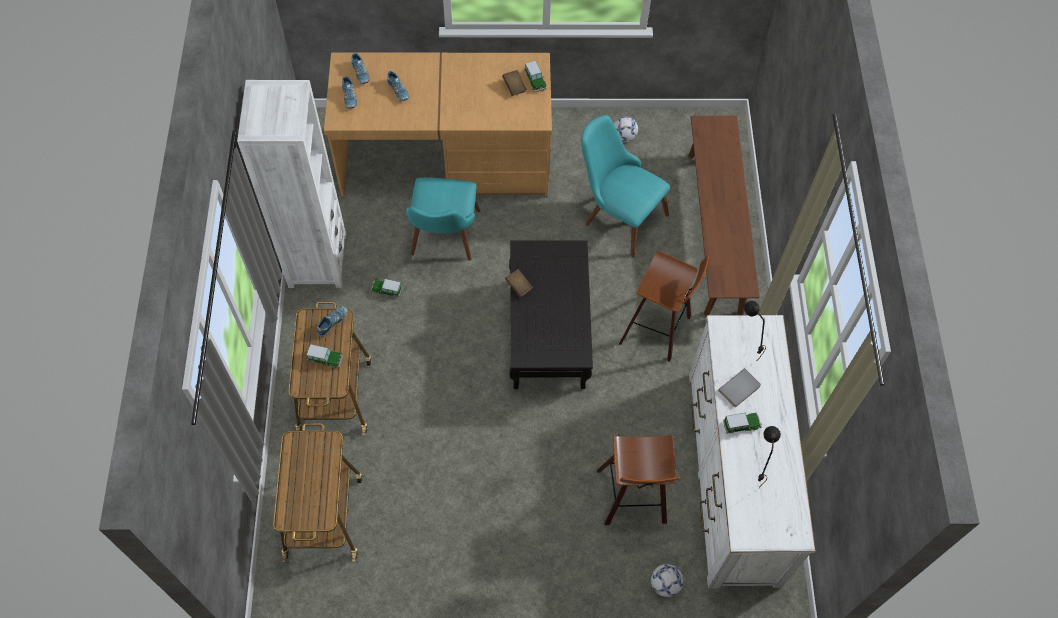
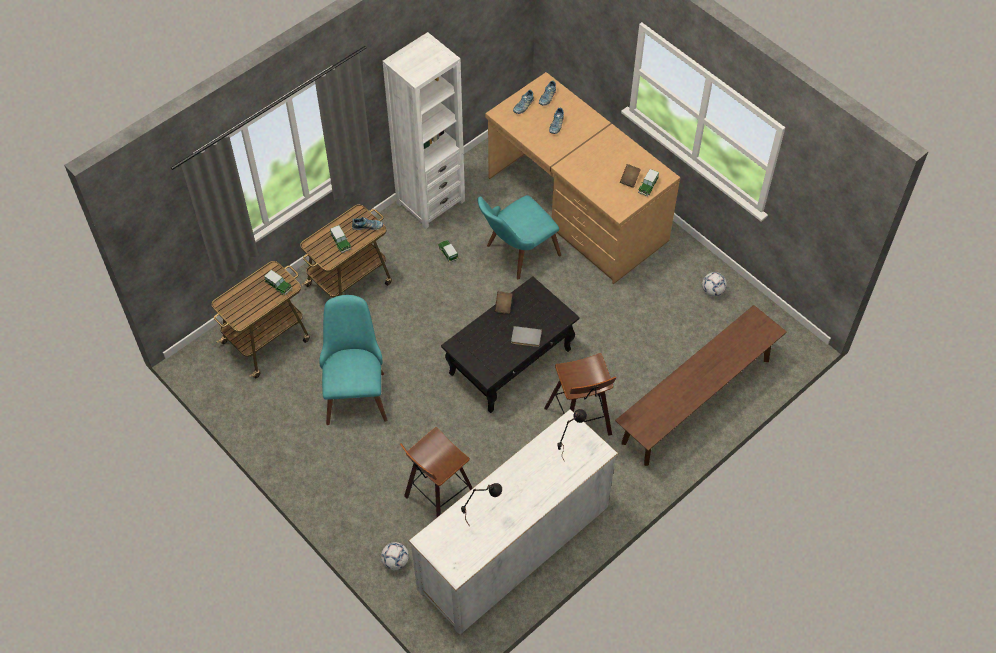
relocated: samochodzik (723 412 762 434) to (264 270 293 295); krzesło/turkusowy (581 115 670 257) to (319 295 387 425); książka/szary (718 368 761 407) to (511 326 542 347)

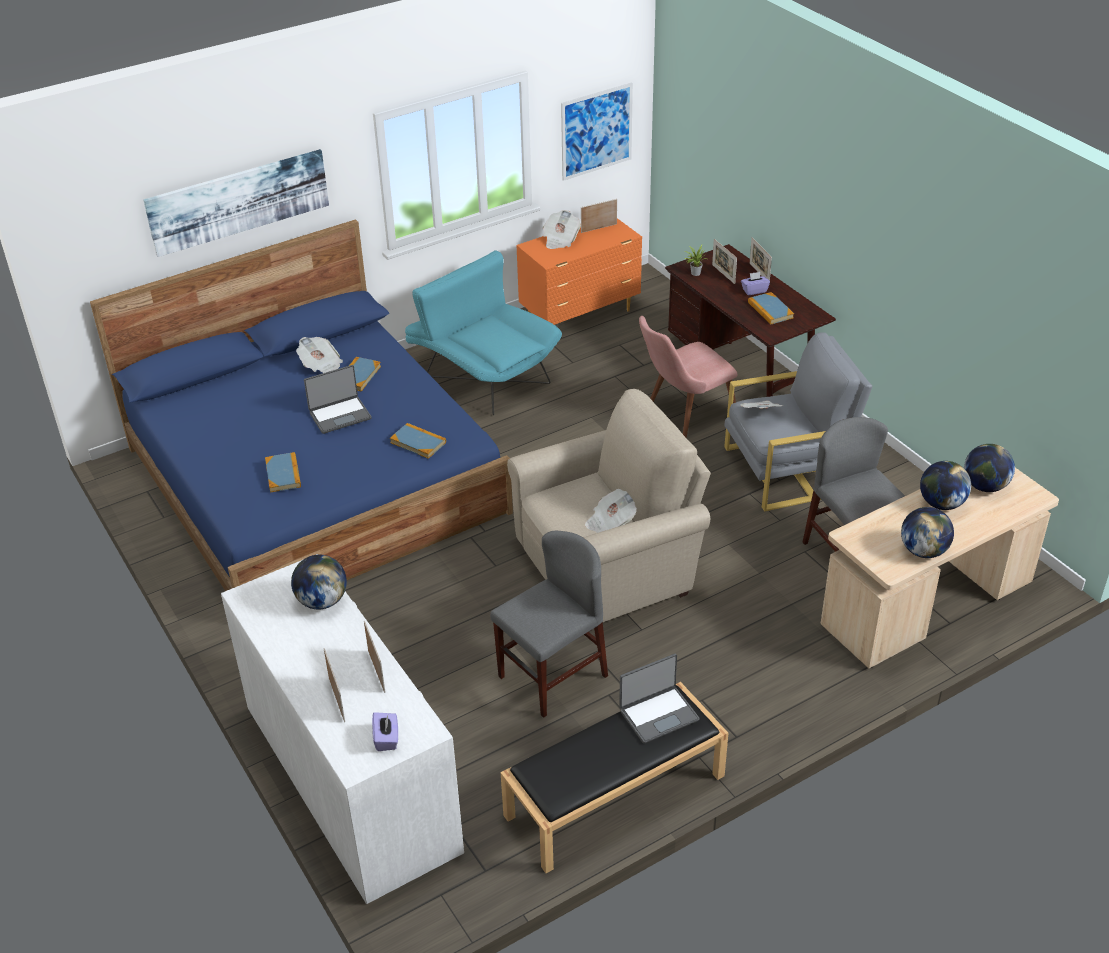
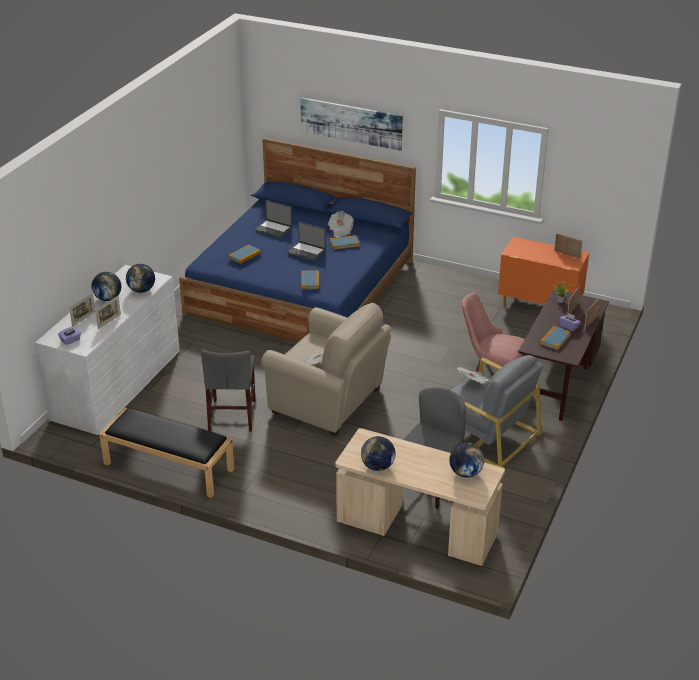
missing: fotel/turkusowy (405 250 562 415); gazeta (543 210 581 249); obraz (561 82 633 181)
relocated: globus (920 461 971 510) to (92 272 121 301); laptop (619 654 700 744) to (255 200 292 238)
spun: krzesło/szary (490 531 608 718) = (201 350 255 432) 75 degrees clockwise

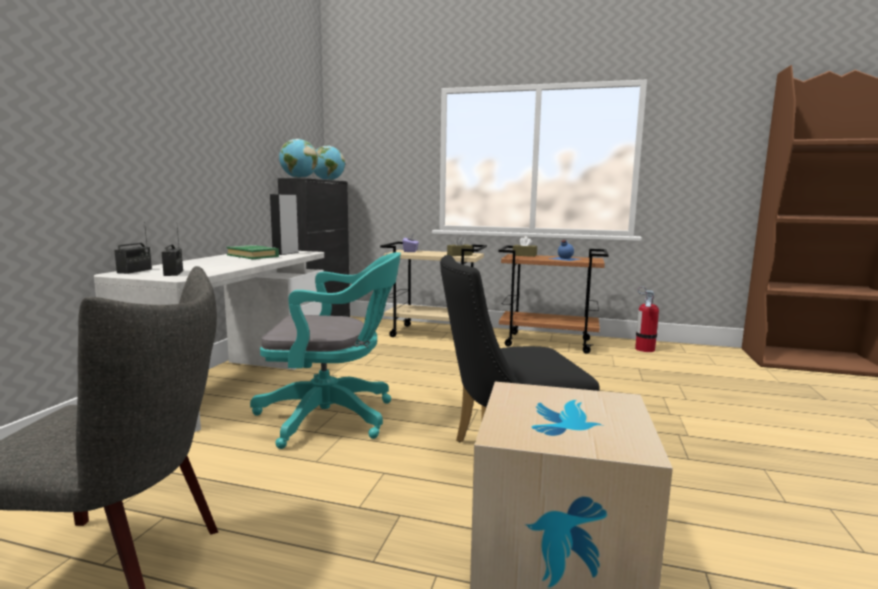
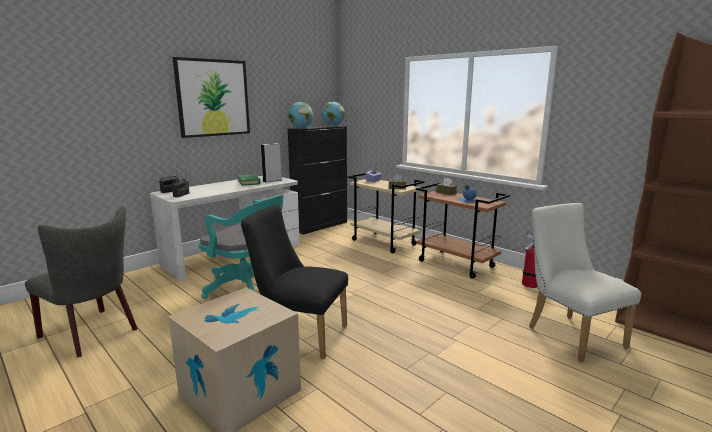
appeared: obraz (173 57 250 138); krzesło/biały (529 203 641 363)

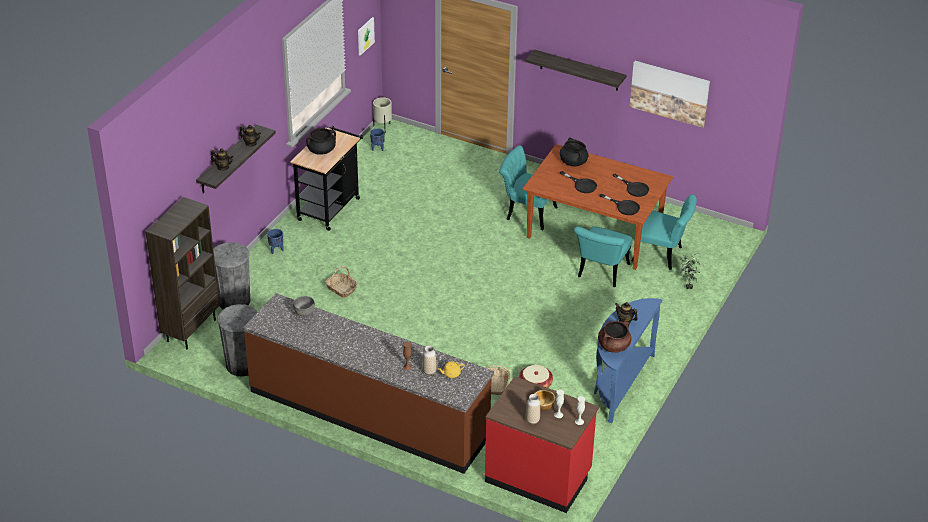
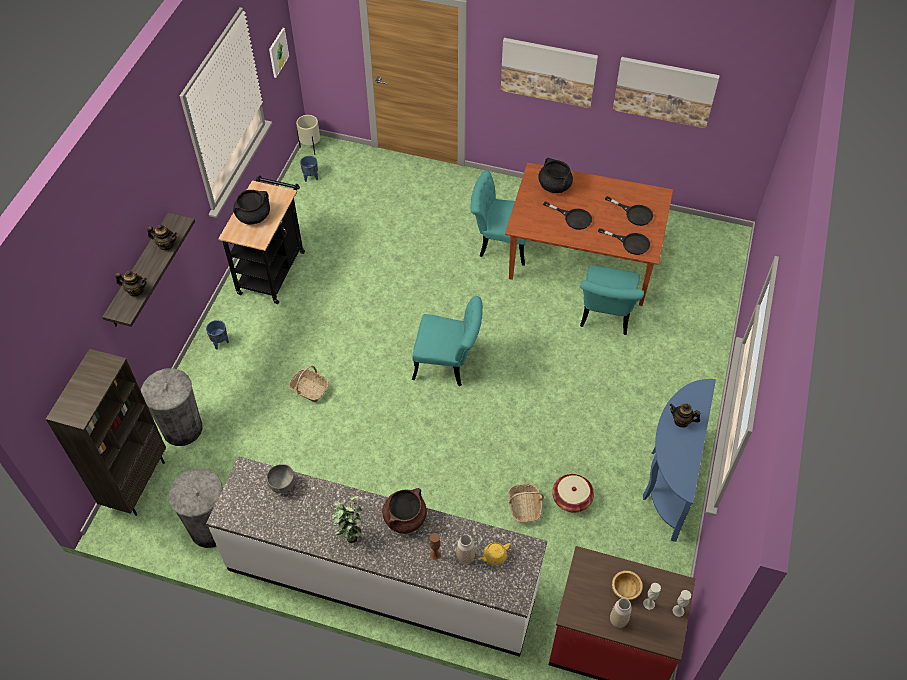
relocated: roślina doniczkowa (680 253 700 289) to (331 496 364 543); garnek/brązowy (598 321 631 353) to (382 488 427 534); krzesło/turkusowy (632 194 697 270) to (412 296 483 386)
exchanged: półka (526 50 626 91) to obraz (501 38 598 108)
colour: zabudowa kuchenna/brązowy (243 293 494 474) to zabudowa kuchenna/biały (206 457 547 657)

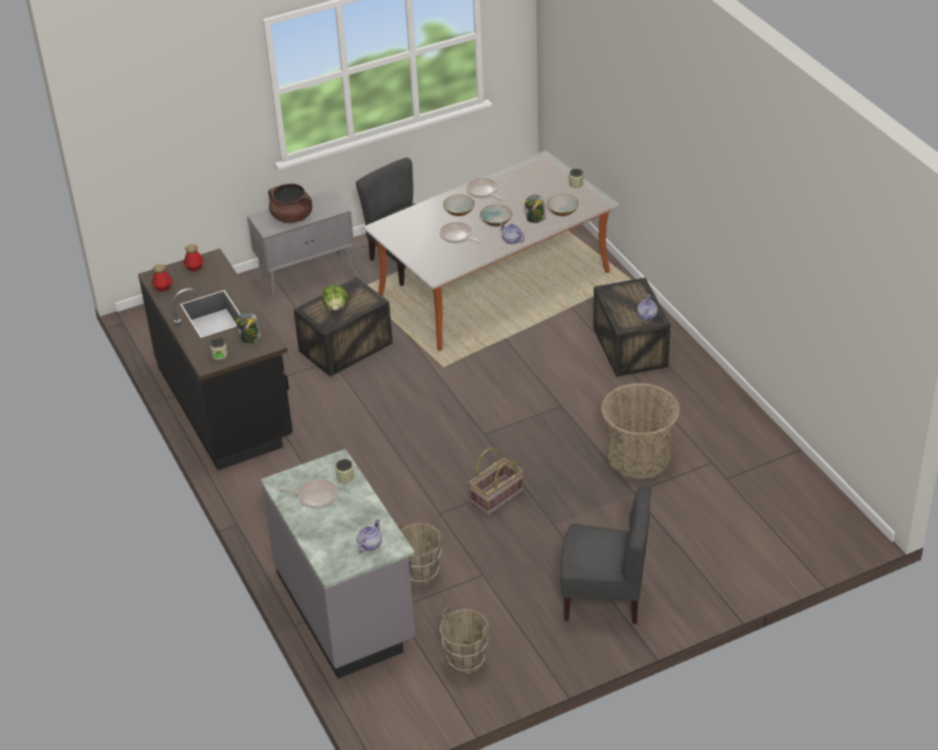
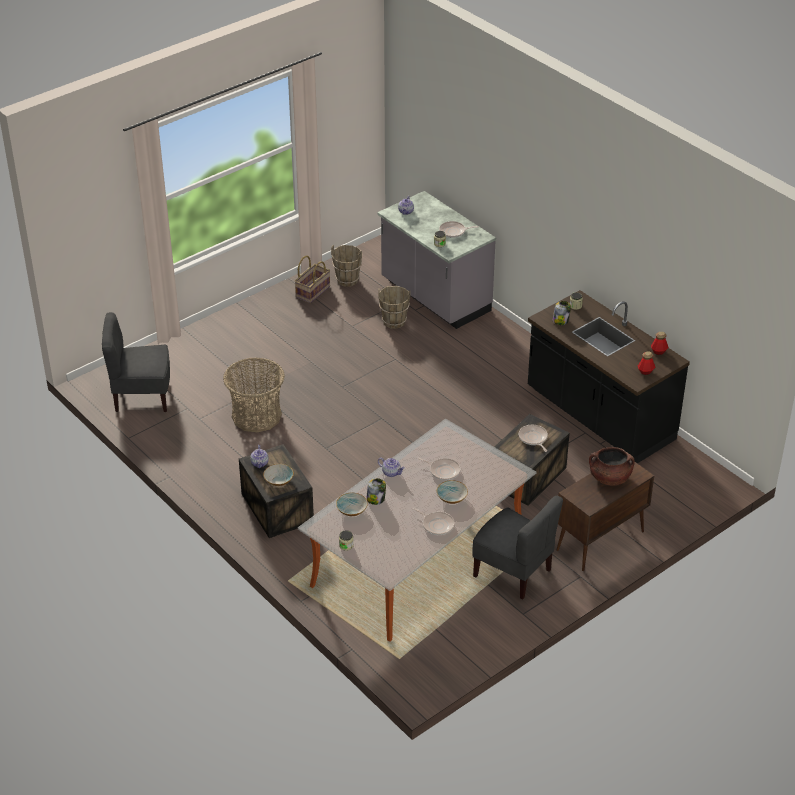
relocated: krzesło/szary (560 486 651 624) to (102 312 170 412); miska (480 205 512 226) to (263 464 294 486); koszyk (469 447 523 516) to (294 255 330 303)
exchanged: sałata (323 285 348 311) to patelnia (519 425 548 452)
colour: szafka/szary (247 189 355 302) to szafka/brązowy (557 460 654 571)

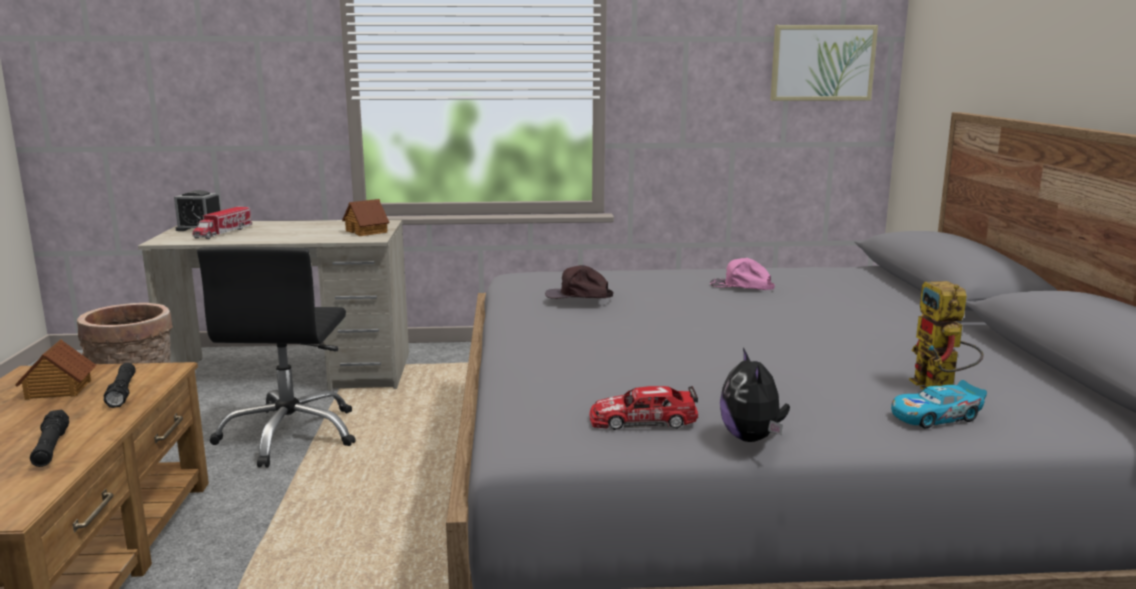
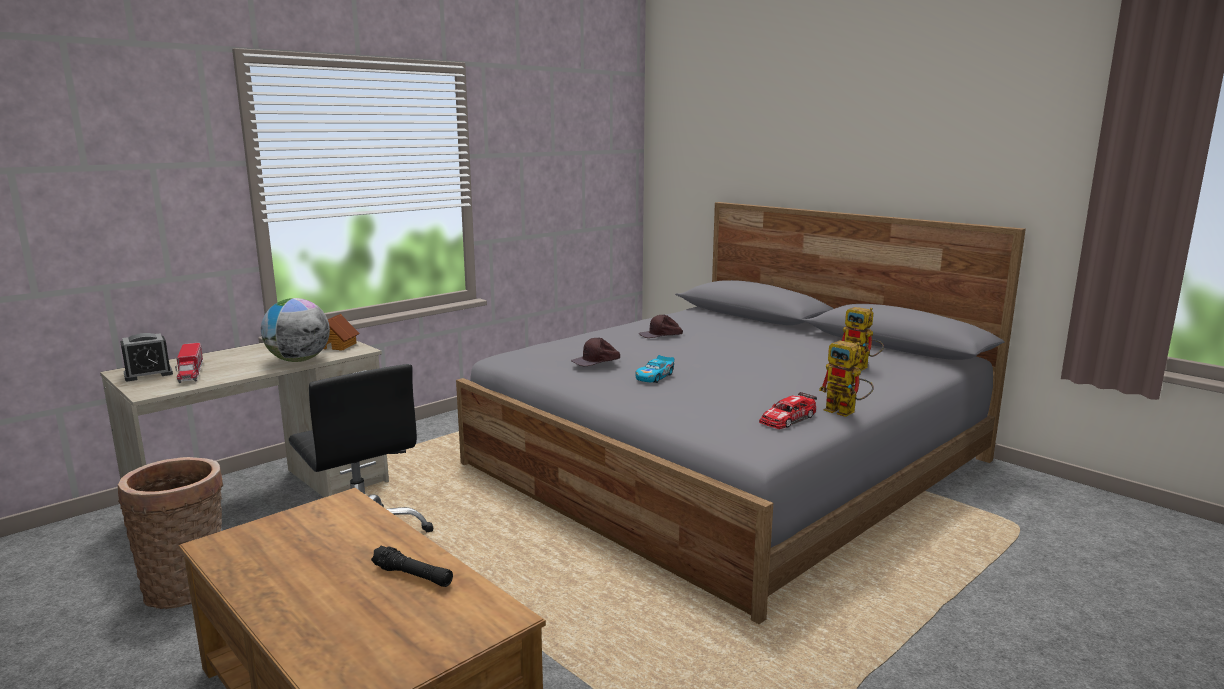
missing: domek (15 340 97 400); latarka/czarny (104 363 136 408); obraz (770 25 878 101)
appeared: globus (261 298 330 362)
relocated: samochodzik (891 380 987 429) to (635 355 674 383)
exchanged: pluszak (720 348 790 442) to robot zabawkowy (819 340 874 417)
colour: czapka z daszkiem/różowy (710 258 775 290) to czapka z daszkiem/brązowy (639 314 683 338)

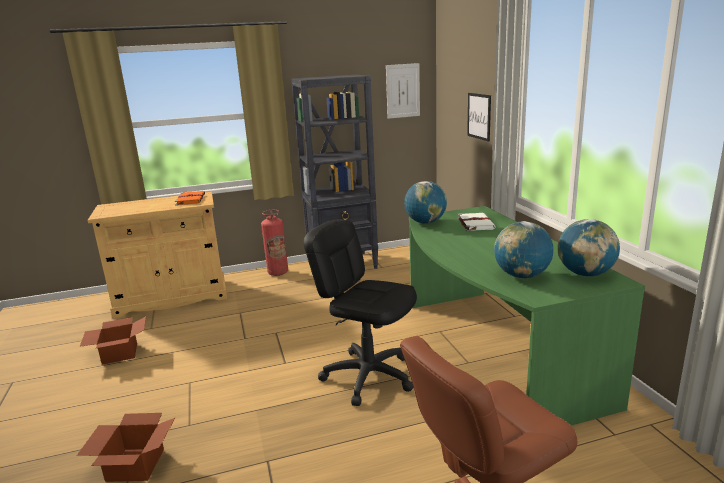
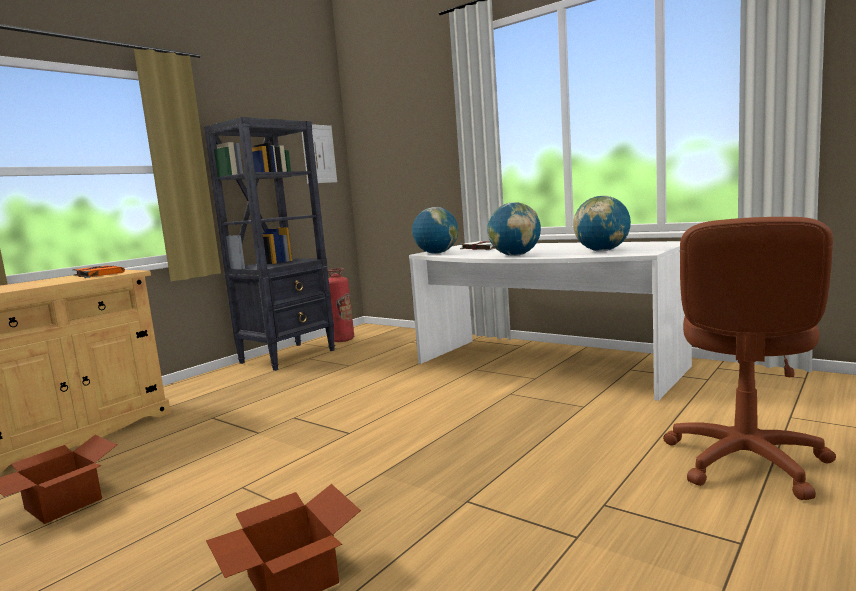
missing: krzesło biurowe/czarny (303 219 417 406); obraz (467 93 491 142)
relocated: gaśnica (261 210 288 276) to (327 268 354 342); globus (558 219 620 277) to (487 202 541 256)
colour: biurko/zielony (409 206 645 426) to biurko/biały (409 241 692 401)

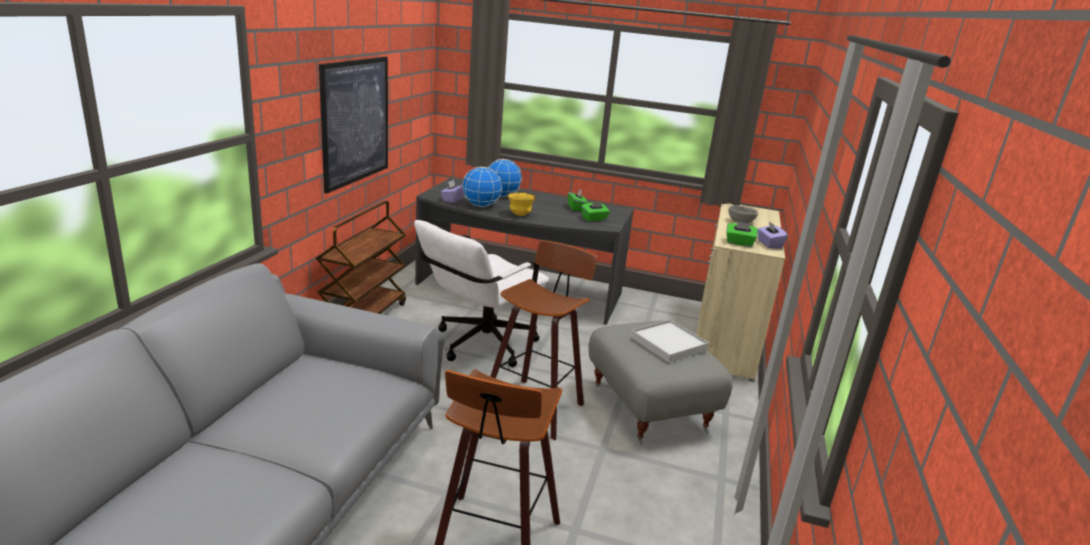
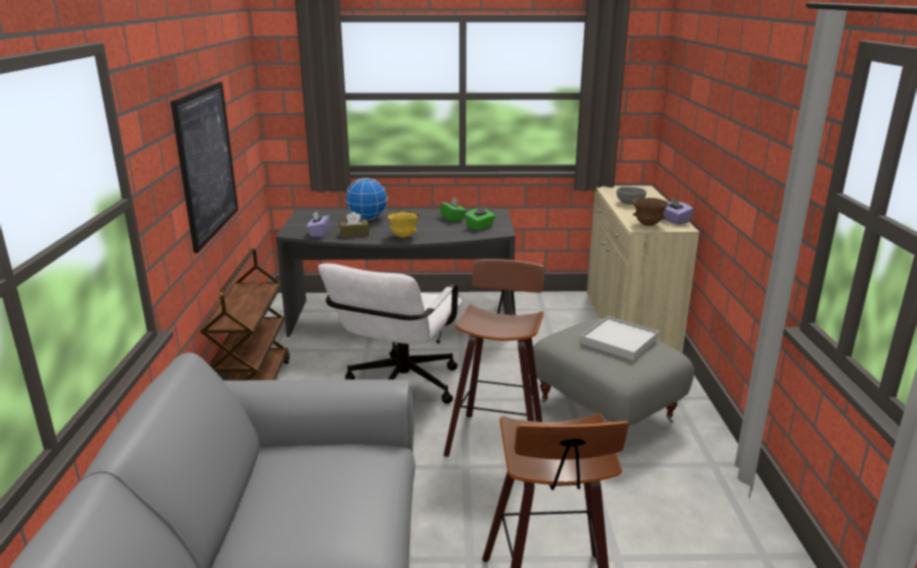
exchanged: globus (462 167 502 207) to pudełko chusteczek/brązowy (340 212 369 238); pudełko chusteczek/zielony (726 221 758 247) to miska/brązowy (632 198 669 226)

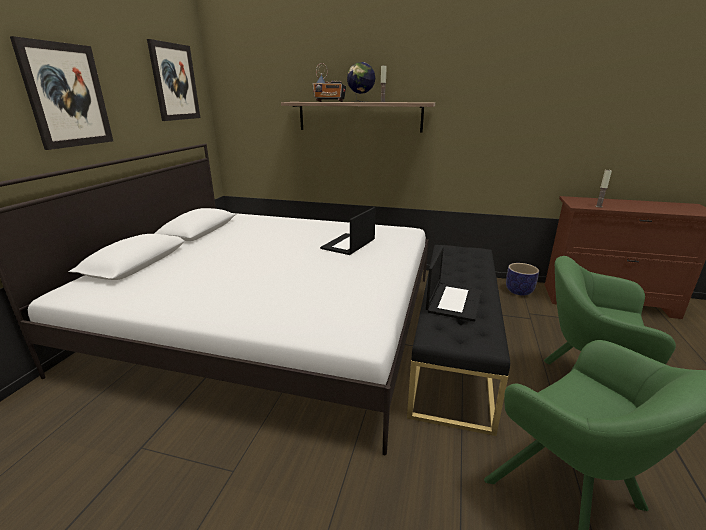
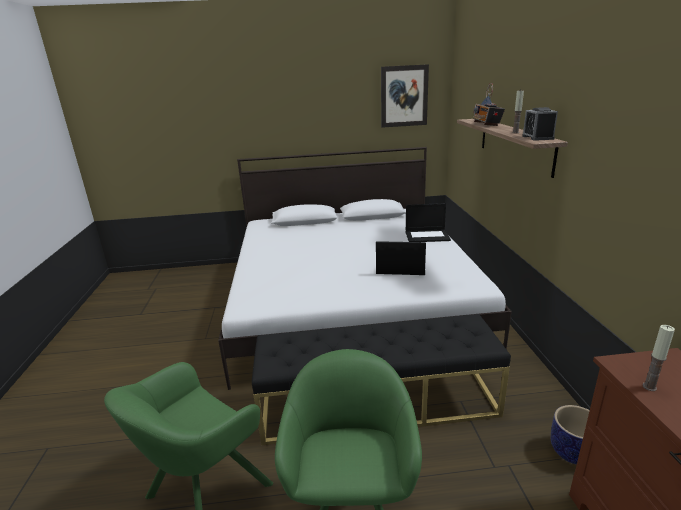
missing: obraz (10 36 113 150); globus (347 62 375 102)
appeared: budzik (522 107 558 141)
relocated: laptop (426 246 482 322) to (405 203 451 242)

